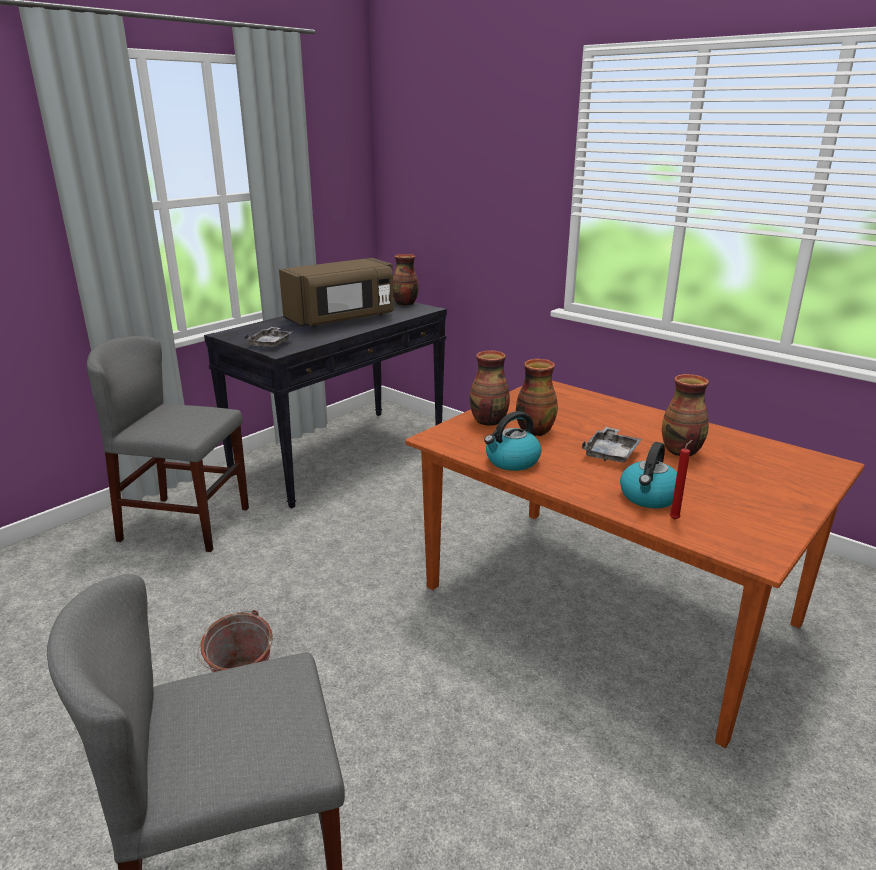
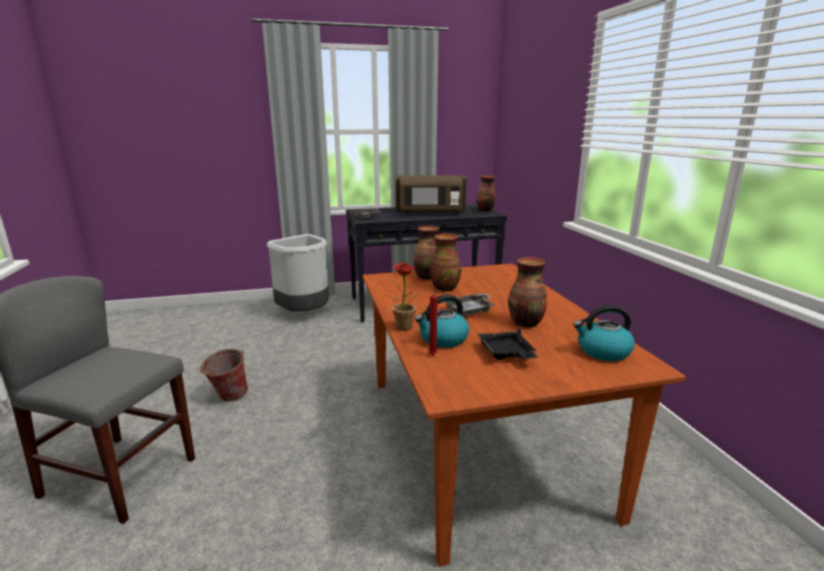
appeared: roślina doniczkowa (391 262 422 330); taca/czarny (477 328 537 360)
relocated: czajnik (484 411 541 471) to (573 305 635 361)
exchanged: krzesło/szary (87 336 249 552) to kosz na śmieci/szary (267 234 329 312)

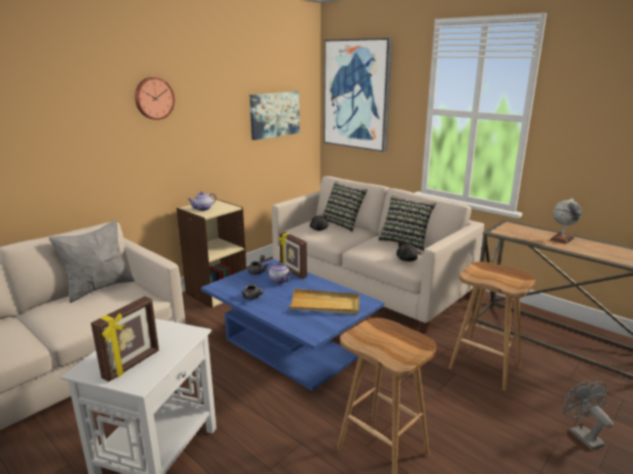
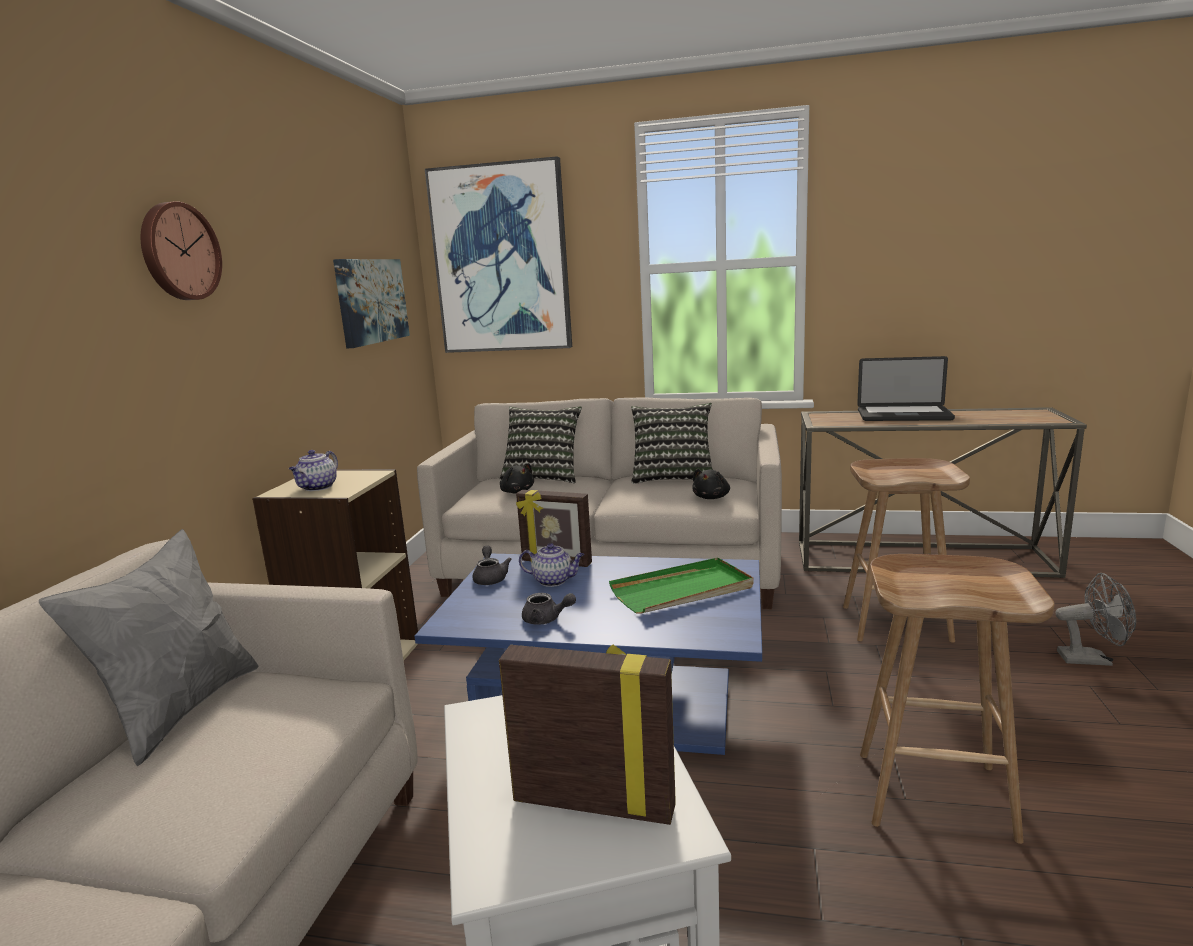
exchanged: globus (550 198 582 244) to laptop (857 356 955 421)
colour: taca/beżowy (288 289 359 315) to taca/zielony (609 557 754 614)
spun: ramka na zdjęcie (91 296 159 382) = (499 645 676 825) 75 degrees counterclockwise; wentylator/szary (563 381 613 450) = (1055 573 1136 666) 150 degrees clockwise

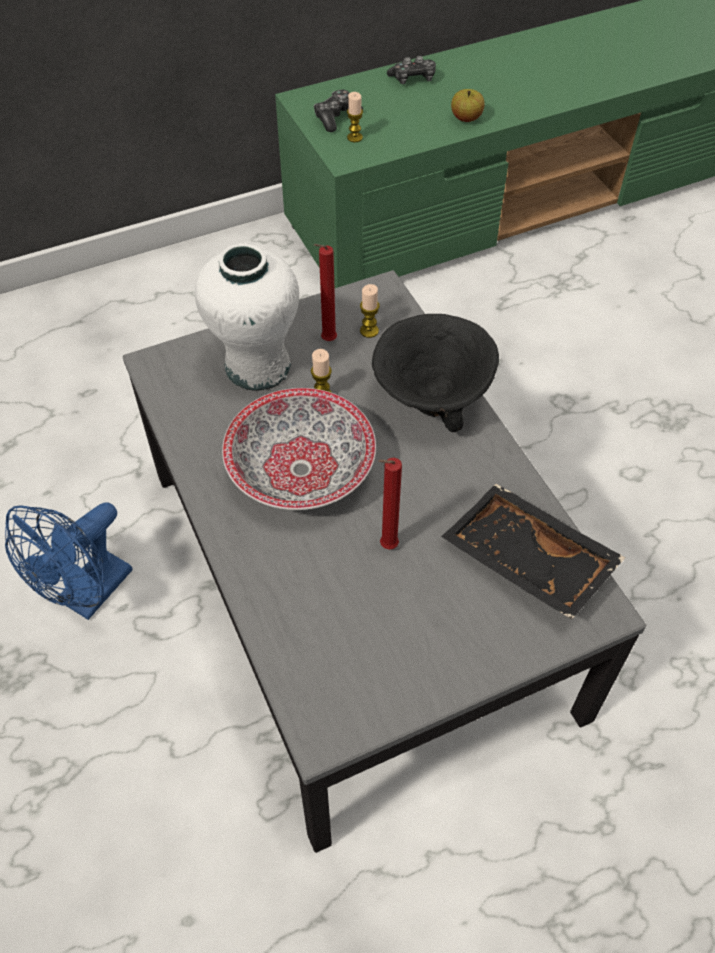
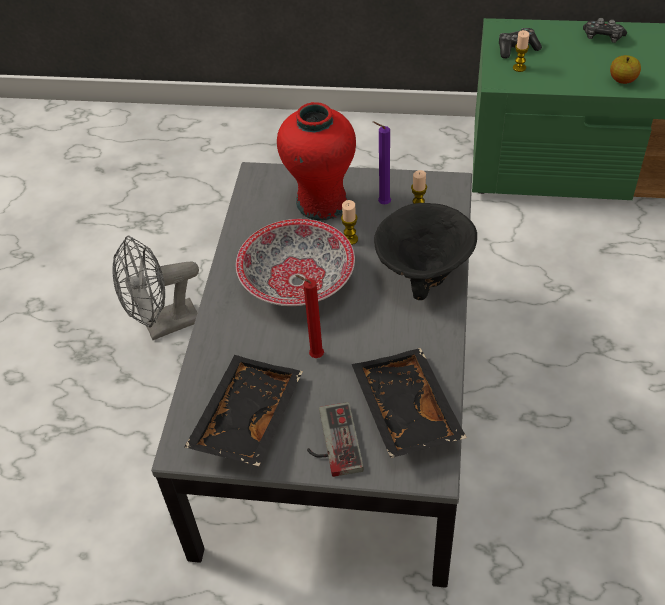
appeared: taca/czarny (185 355 303 466); pad do gier (307 402 364 477)
colour: wentylator/niebieski (5 502 133 620) to wentylator/szary (112 236 199 340); wazon/biały (195 243 299 391) to wazon/czerwony (277 102 356 221); świeca/czerwony (314 244 337 341) to świeca/fioletowy (373 121 391 204)

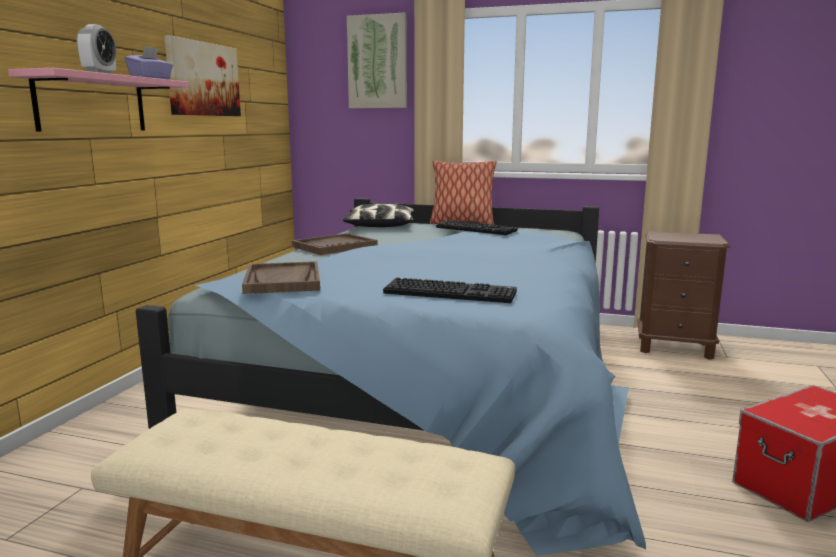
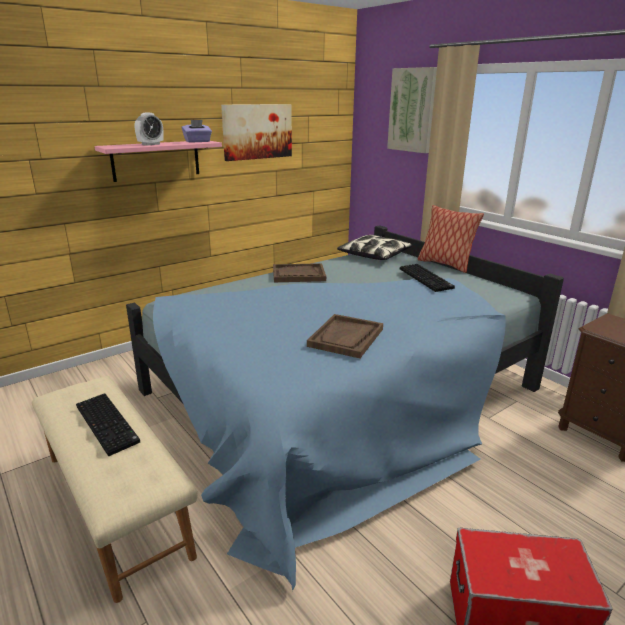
relocated: klawiatura (383 278 517 303) to (76 393 140 456); taca/brązowy (242 261 320 294) to (307 314 383 358)

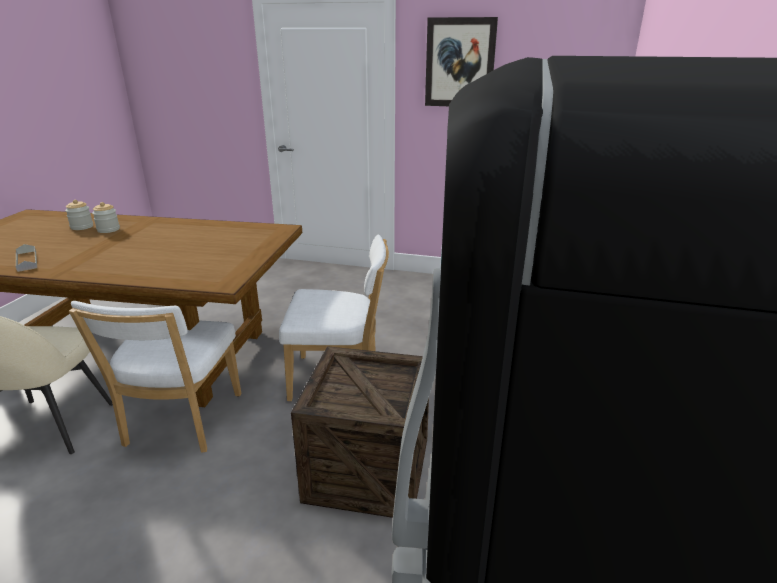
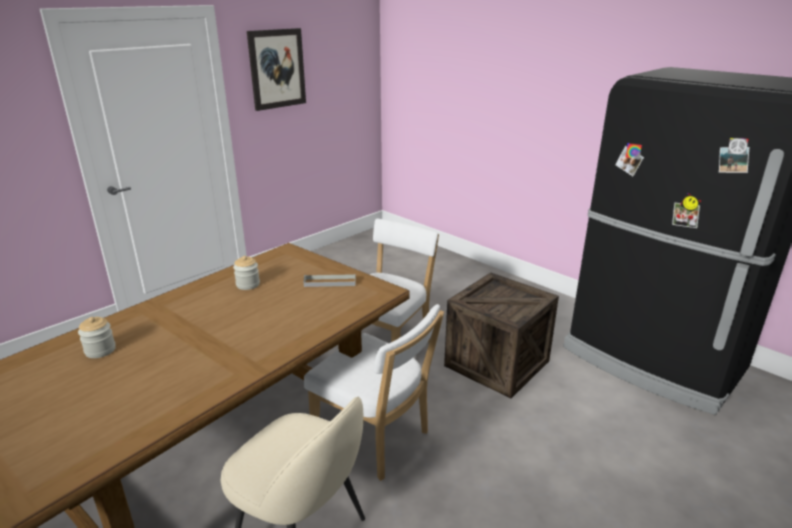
relocated: słoik (92 202 120 233) to (233 256 260 290); taca/szary (15 244 37 272) to (304 274 356 287)

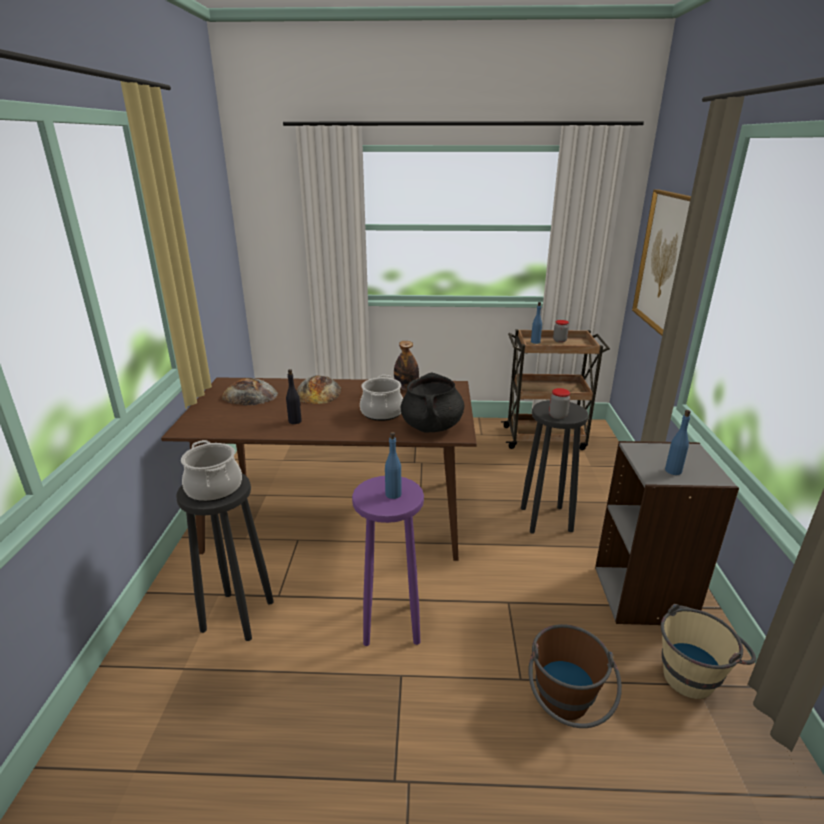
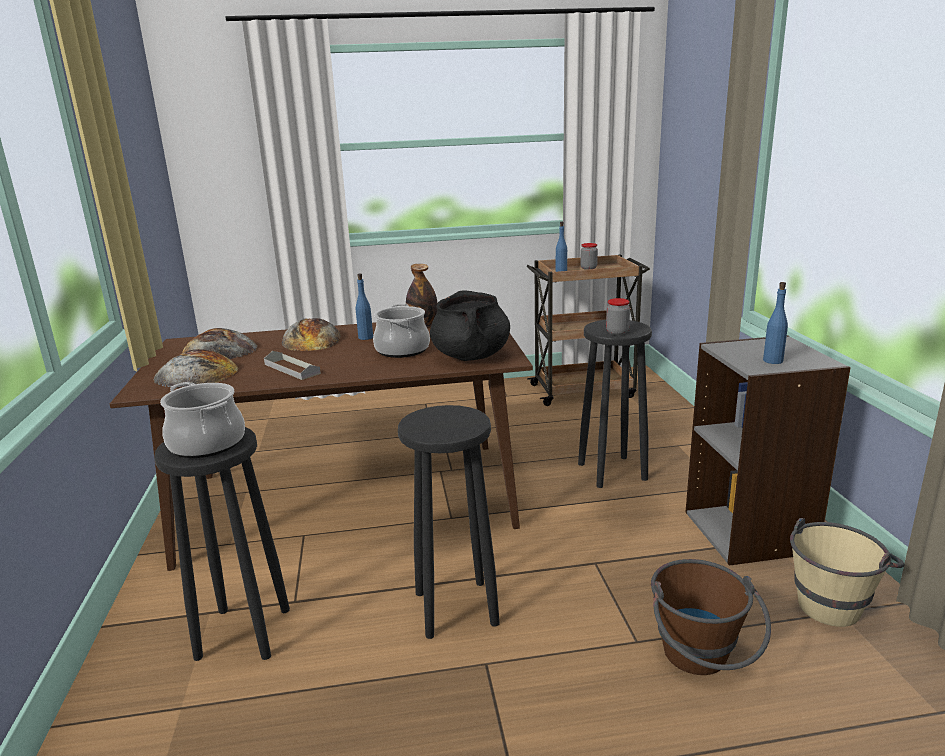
missing: obraz (632 189 691 336)
appeared: chleb (153 349 238 387)
relocated: butelka/niebieski (385 432 402 499) to (356 274 373 340)
exchanged: butelka/czarny (286 369 302 424) to taca/szary (264 351 321 380)
colour: stołek/fioletowy (352 476 424 646) to stołek/czarny (398 405 500 639)

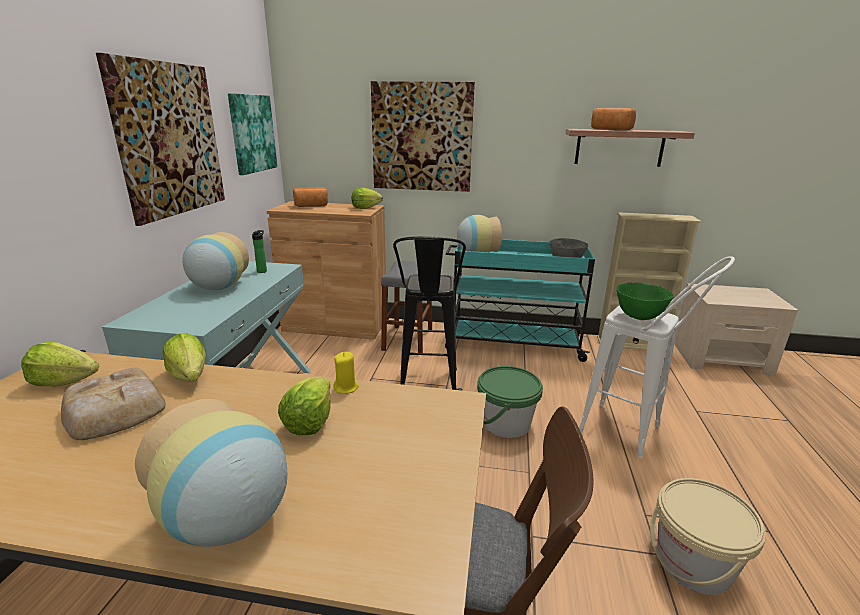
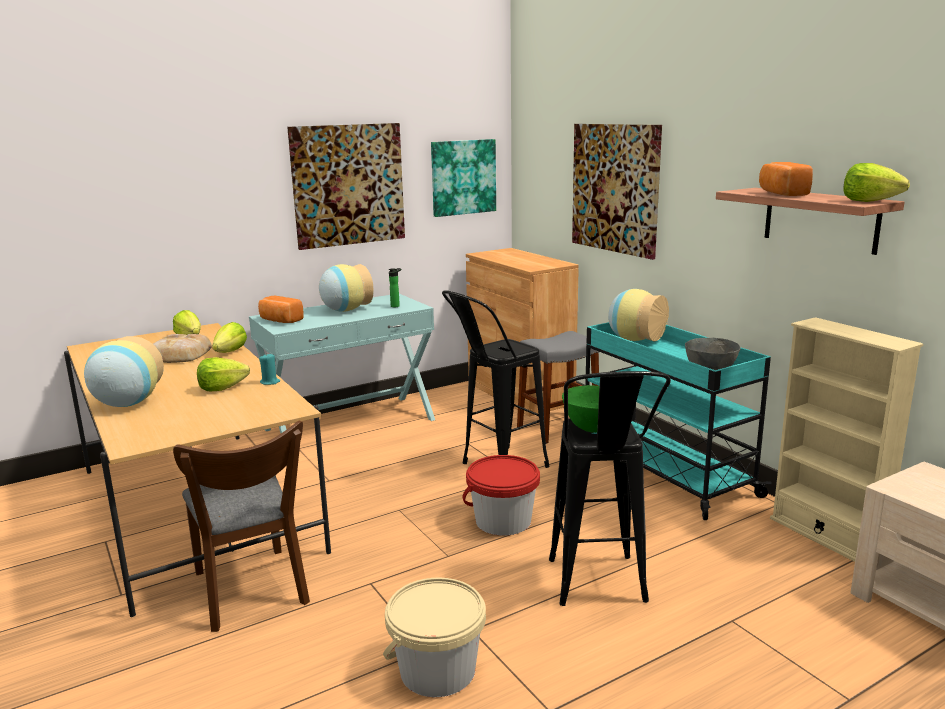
relocated: chleb (293 187 328 207) to (258 295 304 323); sałata (352 187 383 209) to (844 163 910 202)
colour: świeca/żółty (334 352 359 394) to świeca/turkusowy (259 354 280 385); wiadro/zielony (477 366 543 438) to wiadro/czerwony (463 455 540 536); stołek/biały (579 256 735 458) to stołek/czarny (549 371 671 606)

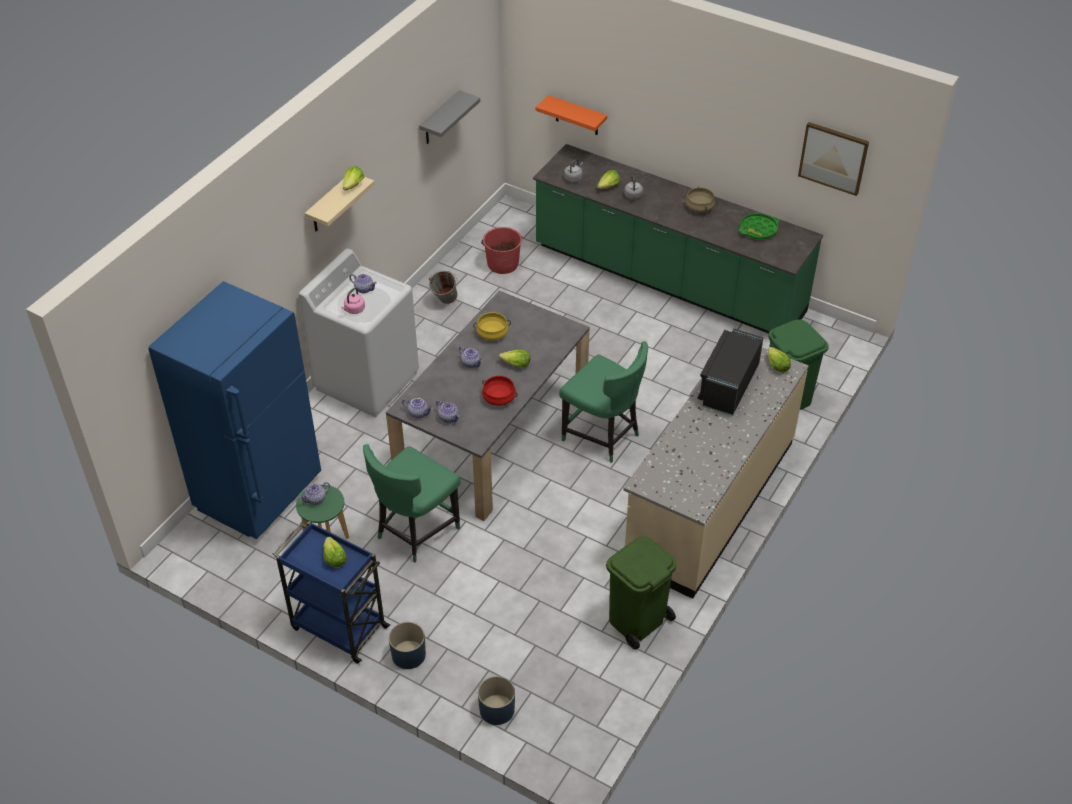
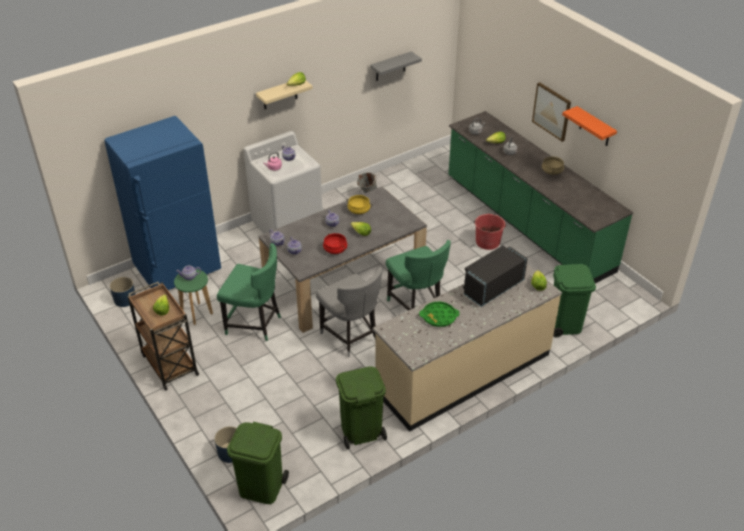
appeared: kosz na śmieci/zielony (227 422 289 504); krzesło/szary (316 267 382 357)
relocated: donica/niebieski (389 622 426 669) to (110 277 136 307); taca/zielony (739 213 779 239) to (419 302 460 327); wiadro/czerwony (481 227 523 274) to (474 214 506 250); obraz (798 122 869 196) to (532 82 571 142); półka/pomarańczowy (536 95 607 135) to (562 106 617 146)
colour: wózek/niebieski (273 521 390 664) to wózek/brązowy (128 282 199 391)
spun: krzesło/zielony (363 444 461 563) = (217 243 281 341) 135 degrees counterclockwise

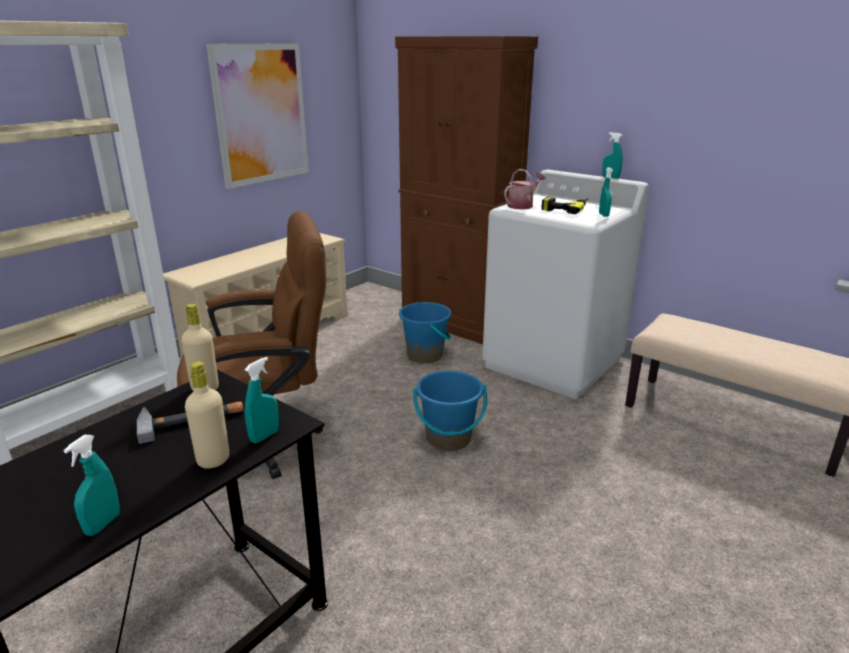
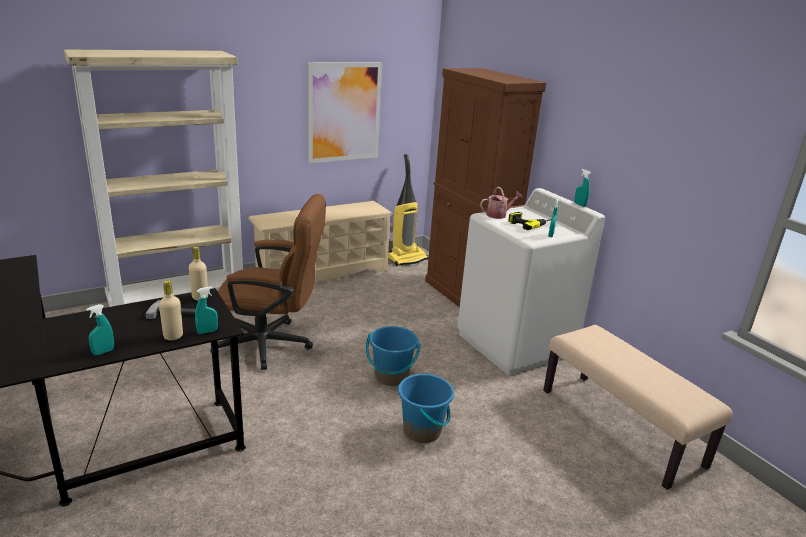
appeared: odkurzacz (388 154 429 266)
relocated: wiadro/niebieski (399 302 451 363) to (398 373 454 443)

